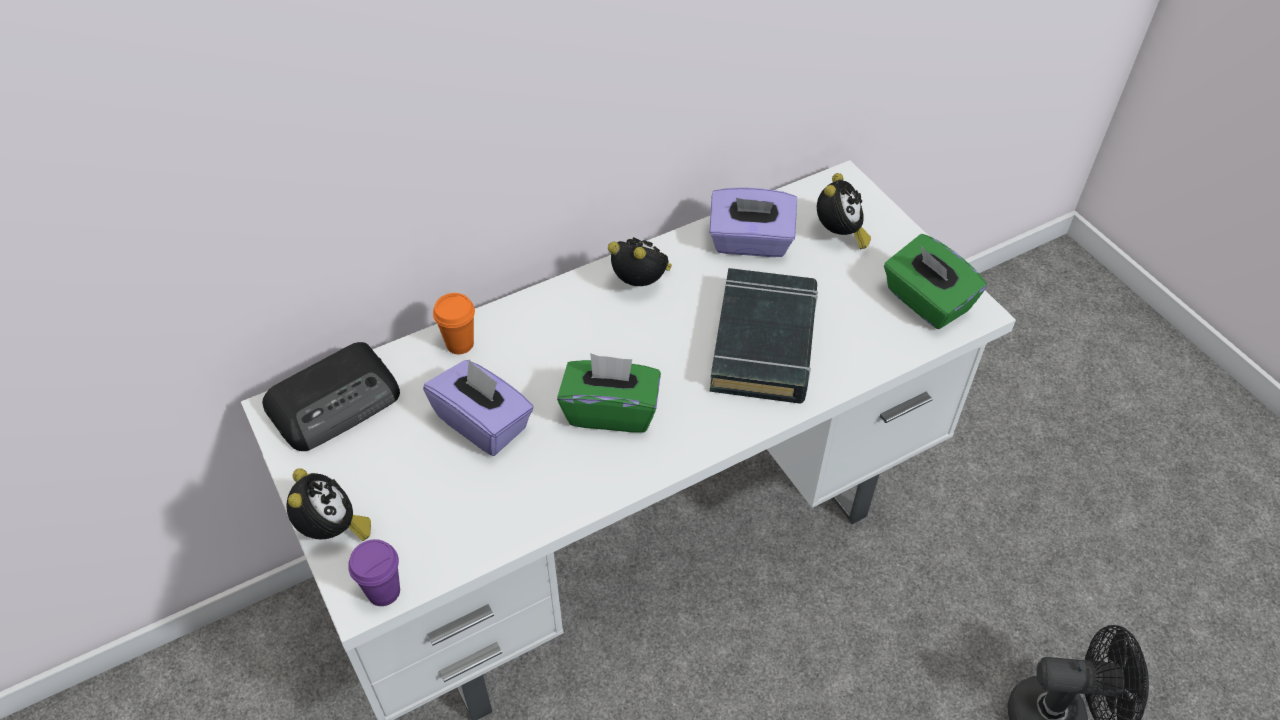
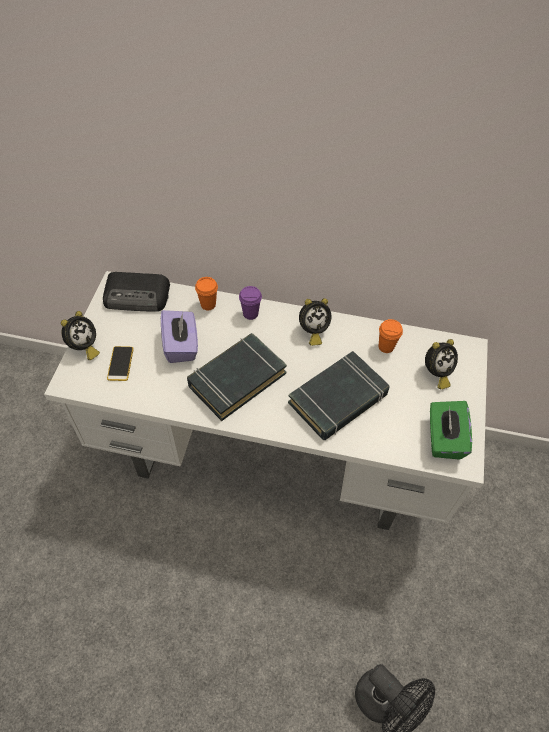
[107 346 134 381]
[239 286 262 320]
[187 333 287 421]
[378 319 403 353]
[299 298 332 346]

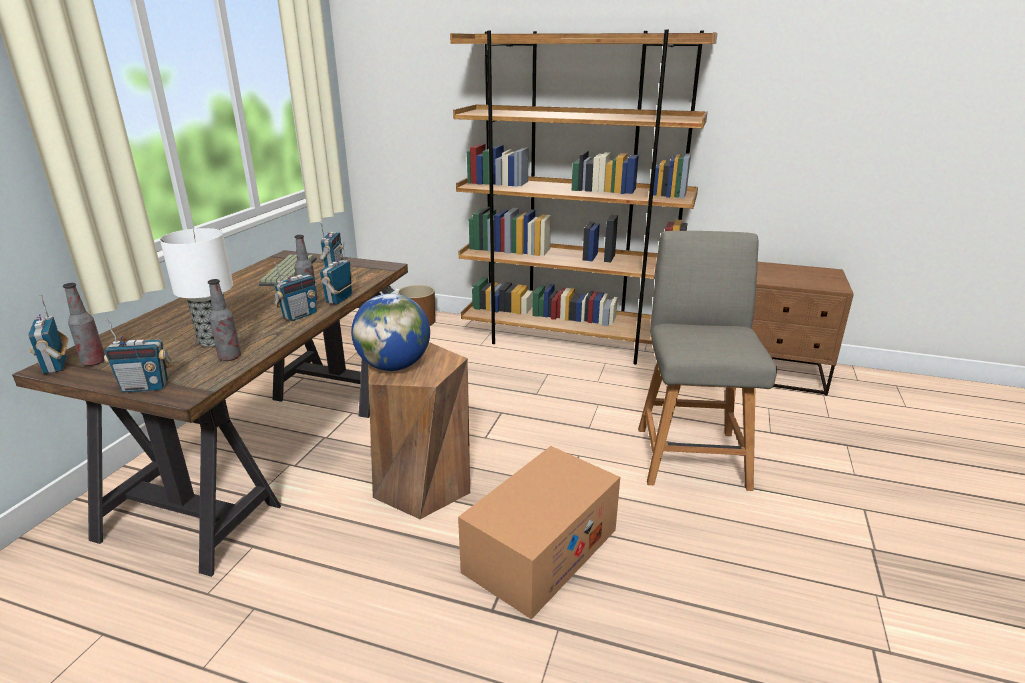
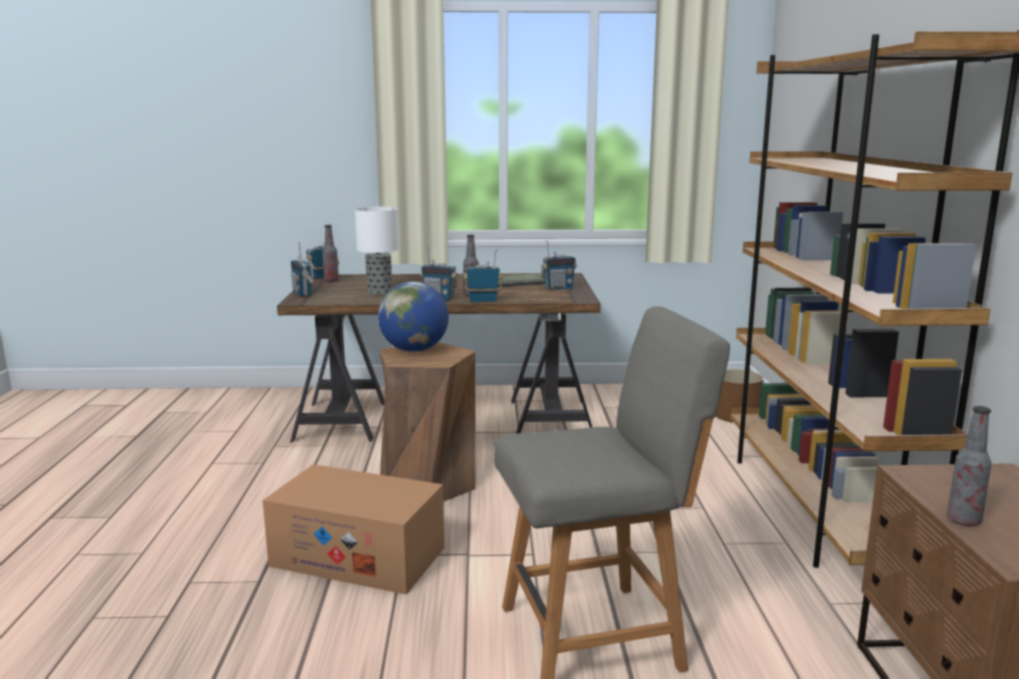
[947 406 991 526]

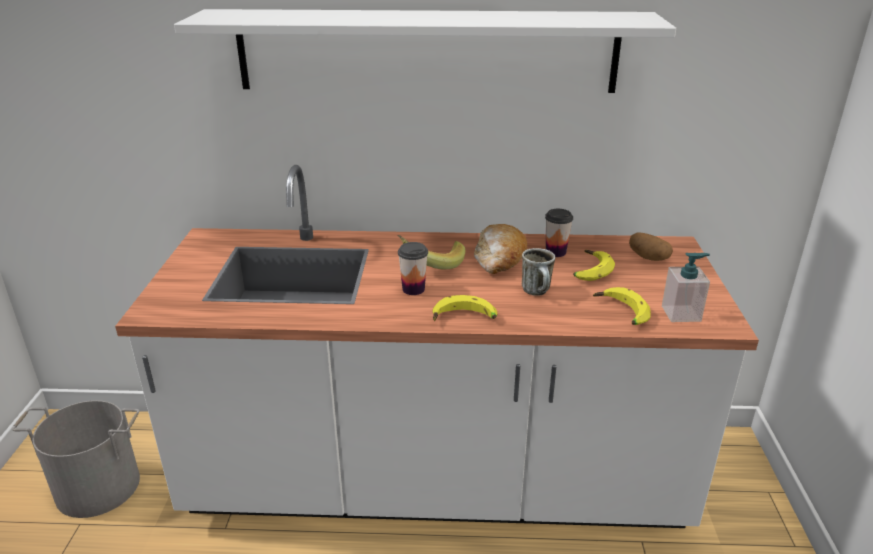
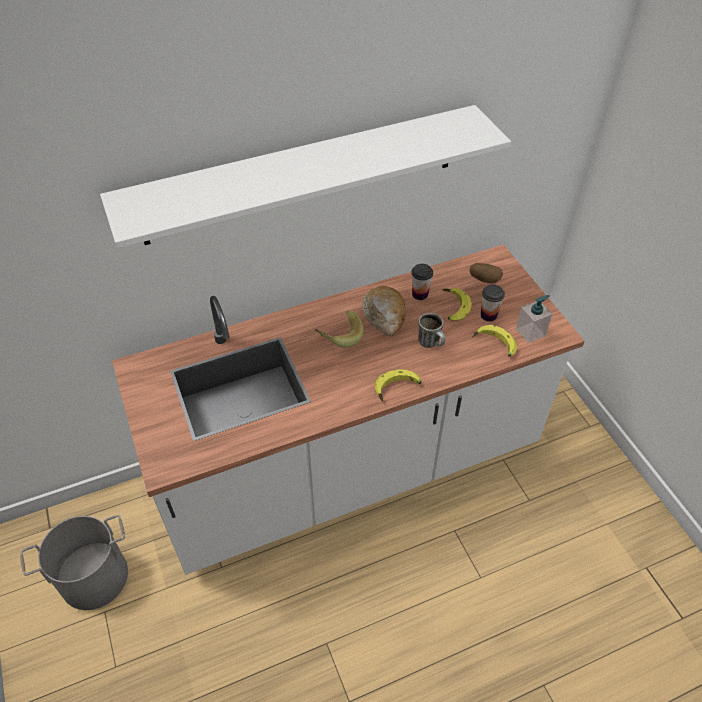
[481 284 505 322]

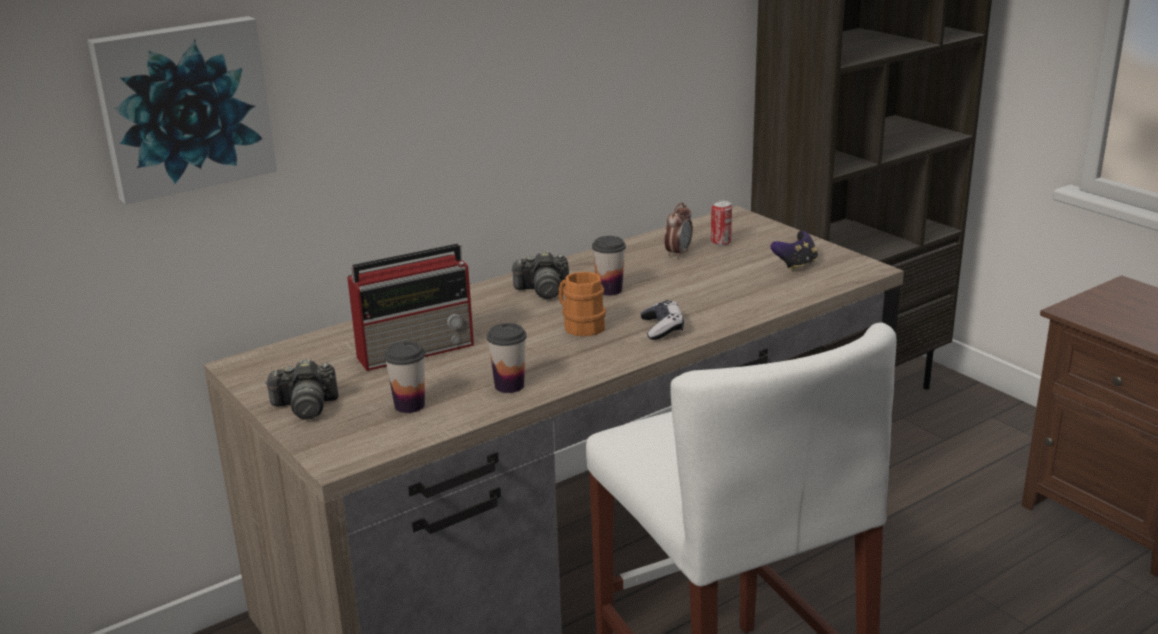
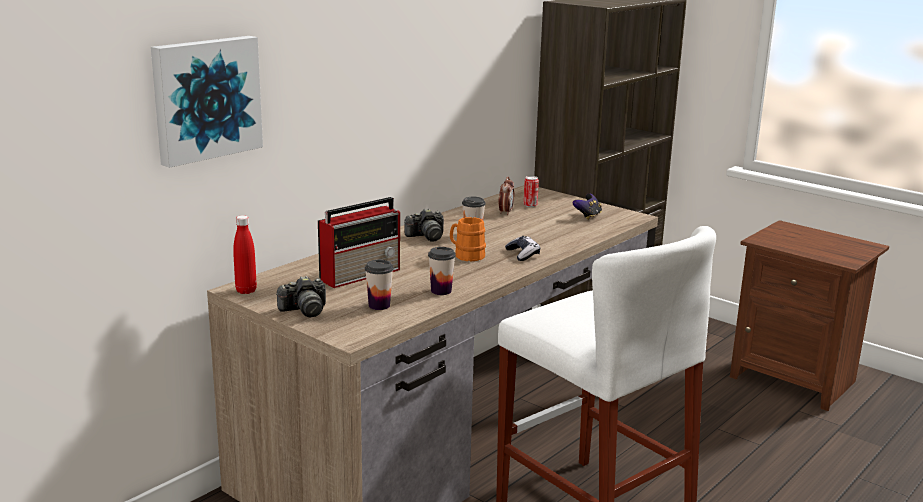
[233 215 257 294]

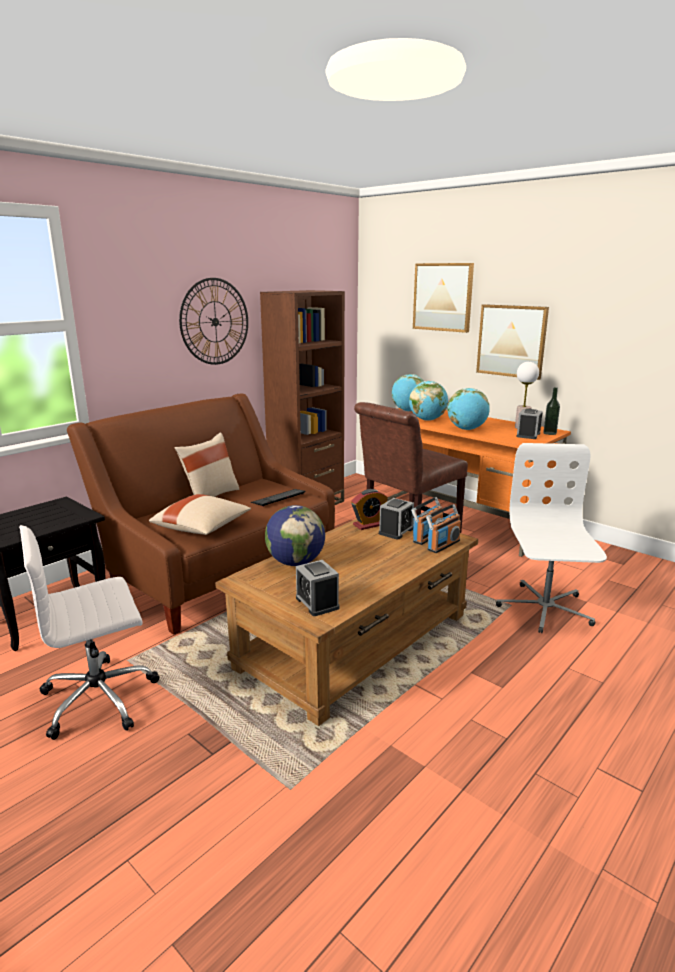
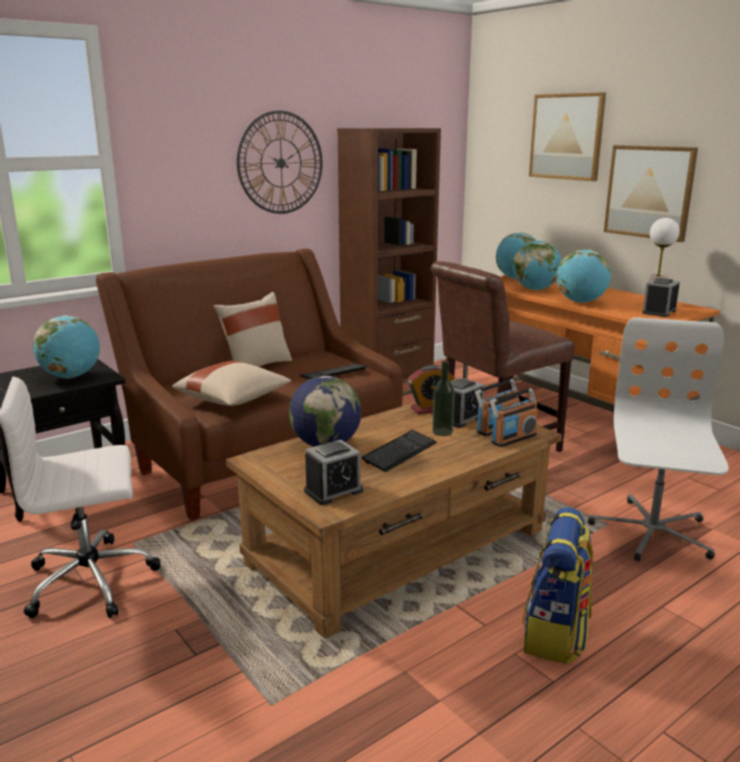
[33 315 100 378]
[361 430 437 472]
[522 507 593 665]
[432 360 455 436]
[304 440 363 505]

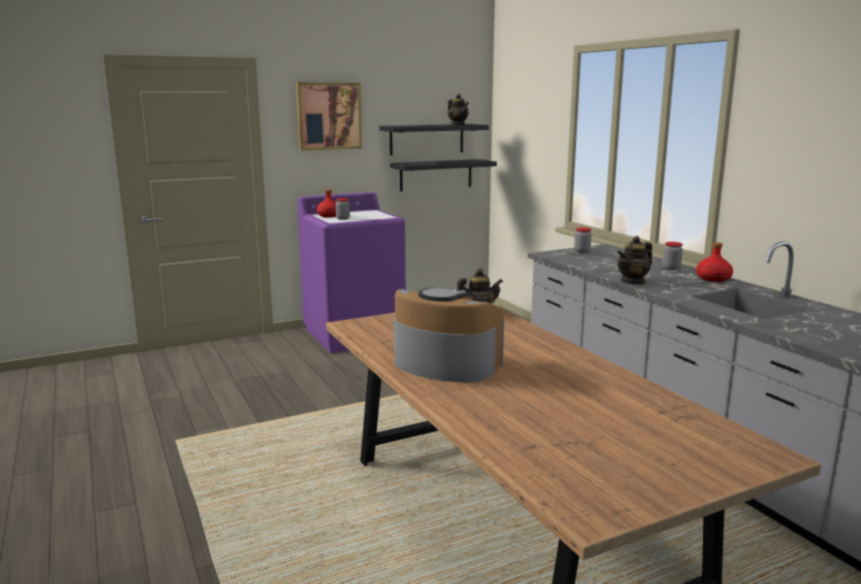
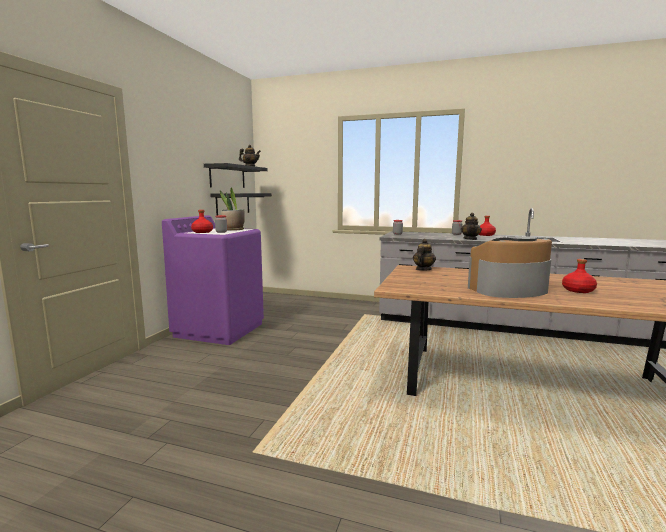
[296 82 362 151] (first image)
[220 187 245 231]
[562 259 597 293]

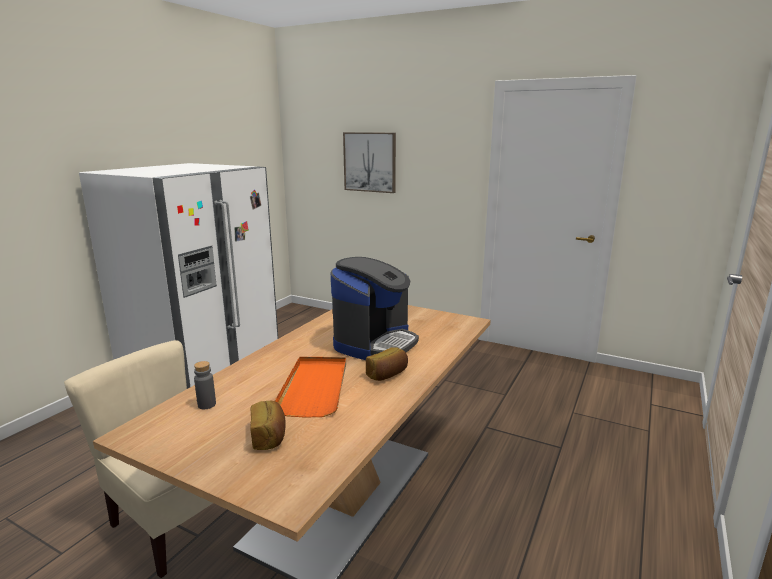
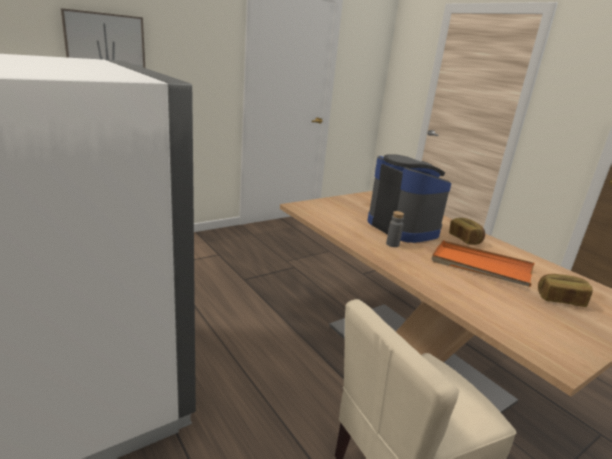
[386 211 404 247]

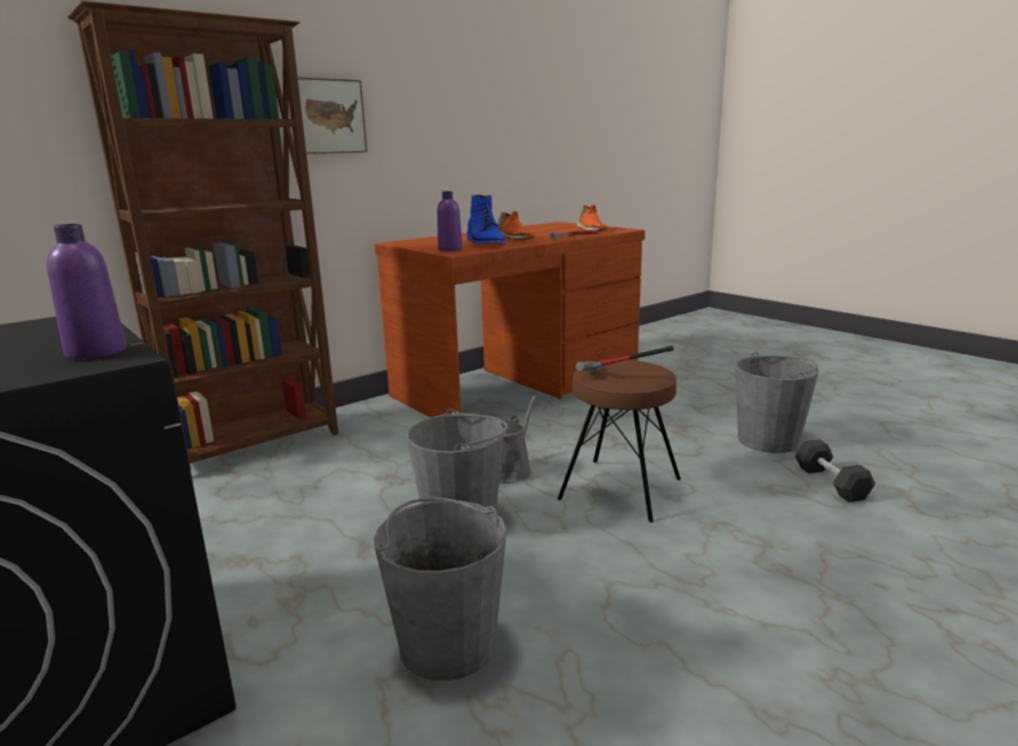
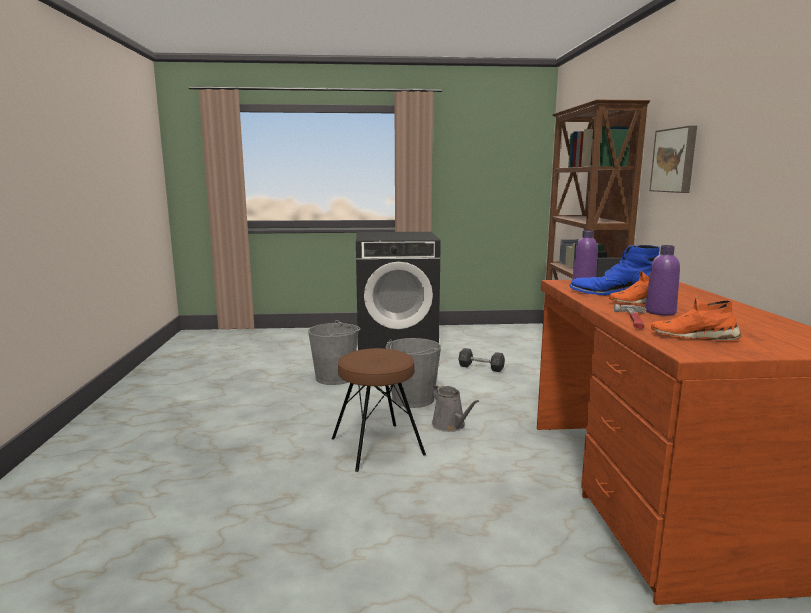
[576 346 674 371] (first image)
[735 352 819 453] (first image)
[645 245 680 315]
[458 348 505 372]

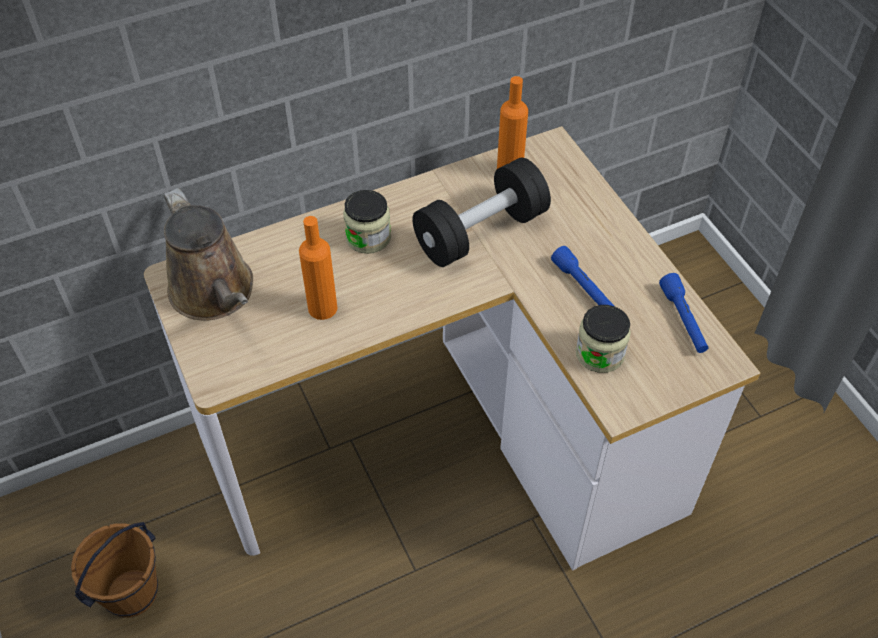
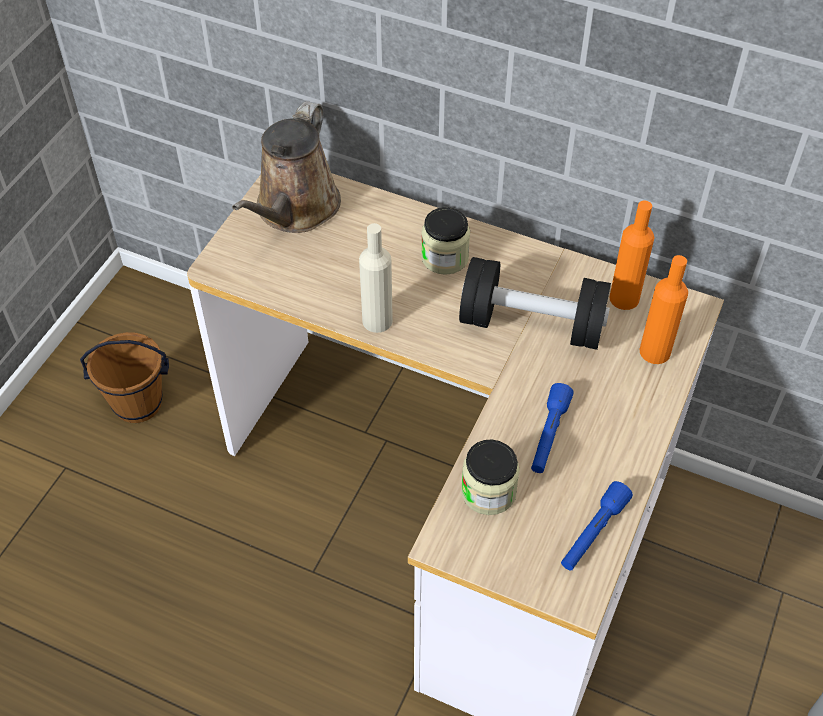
[359 223 393 333]
[640 255 688 364]

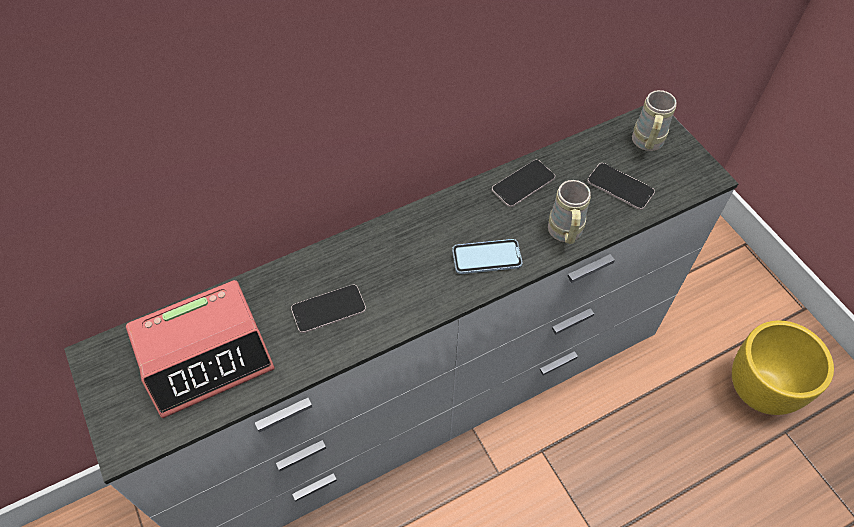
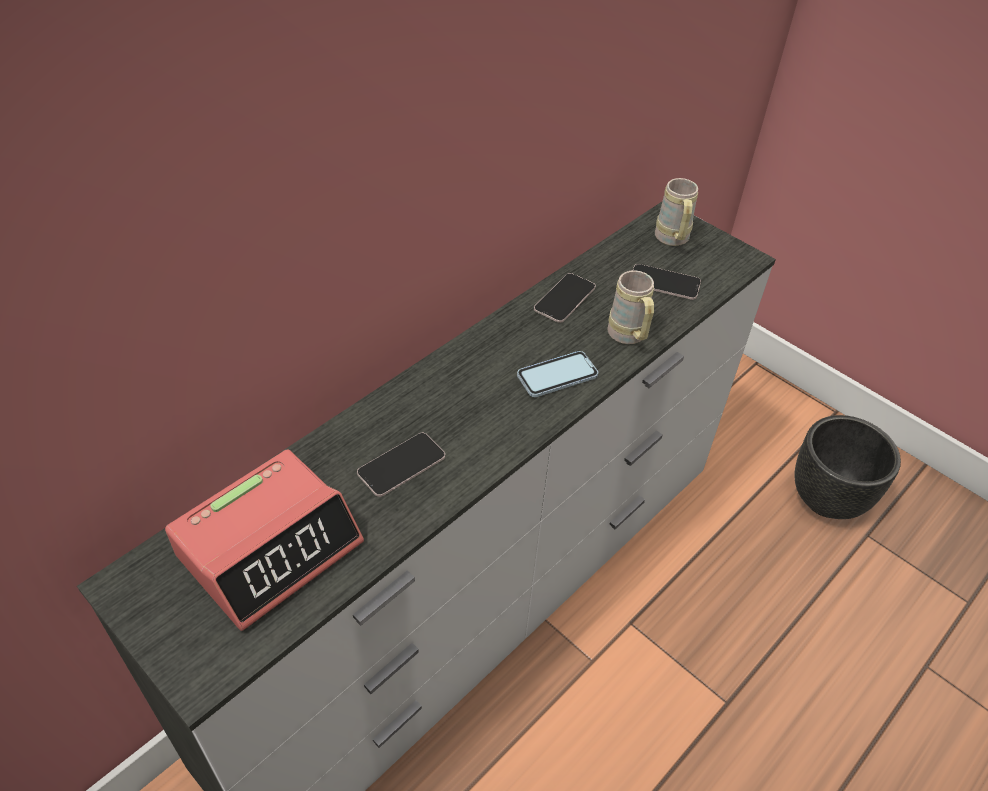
[795 415 901 519]

